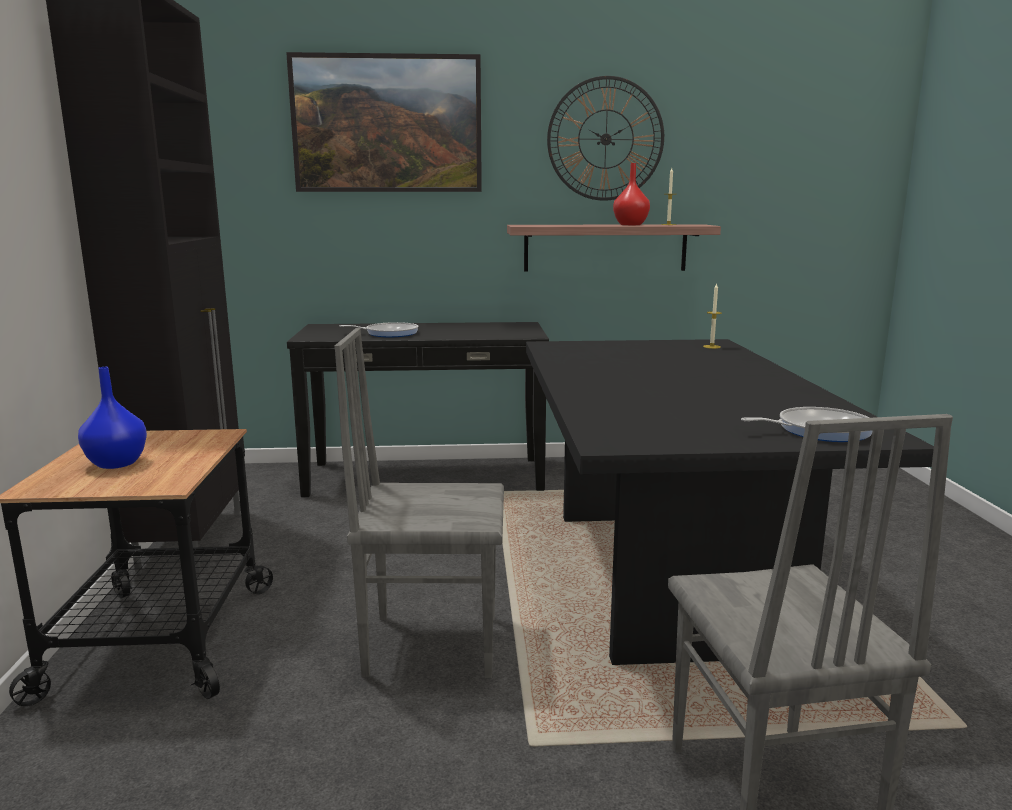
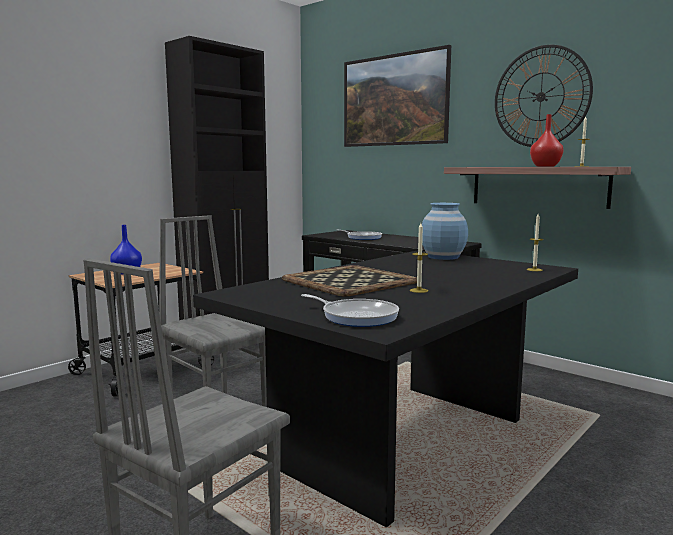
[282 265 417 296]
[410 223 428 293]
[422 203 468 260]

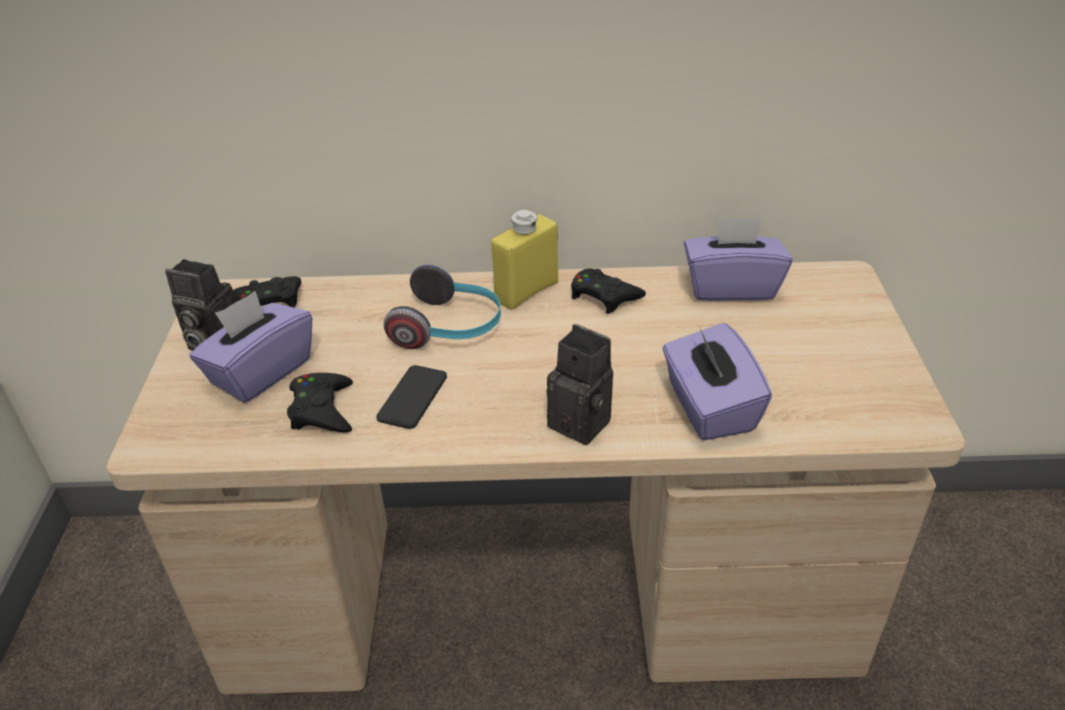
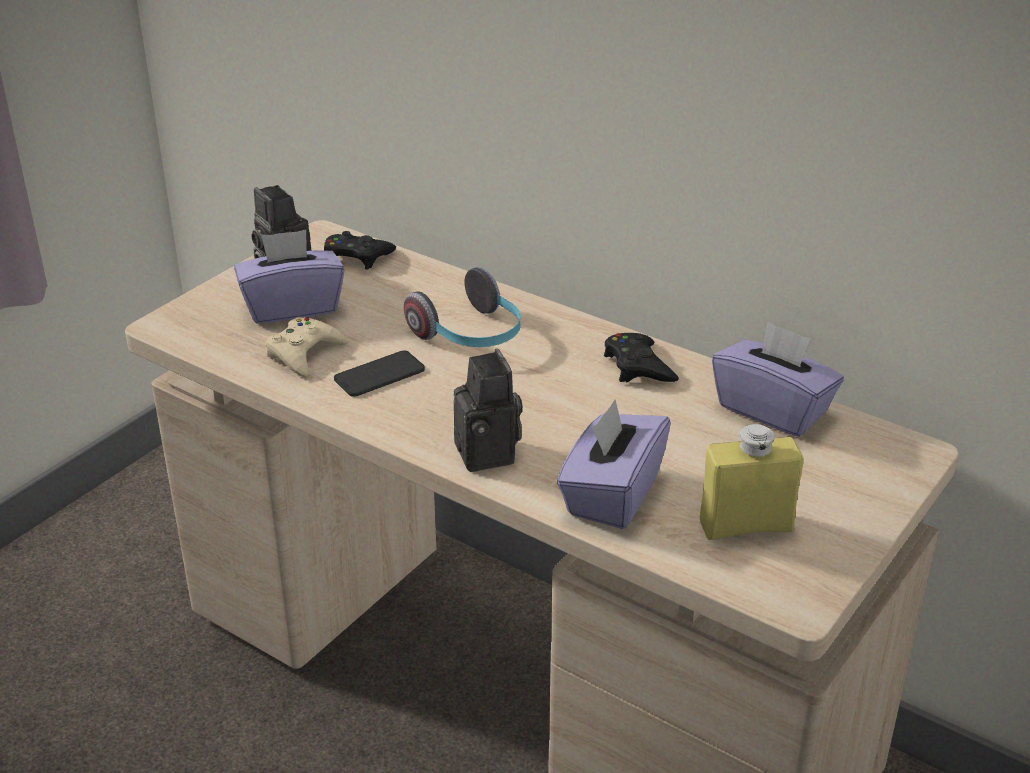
[700 424 803 540]
[265 317 348 378]

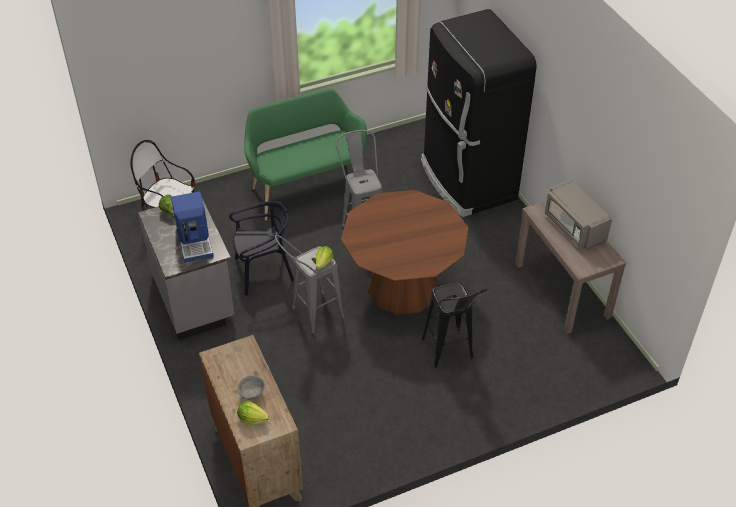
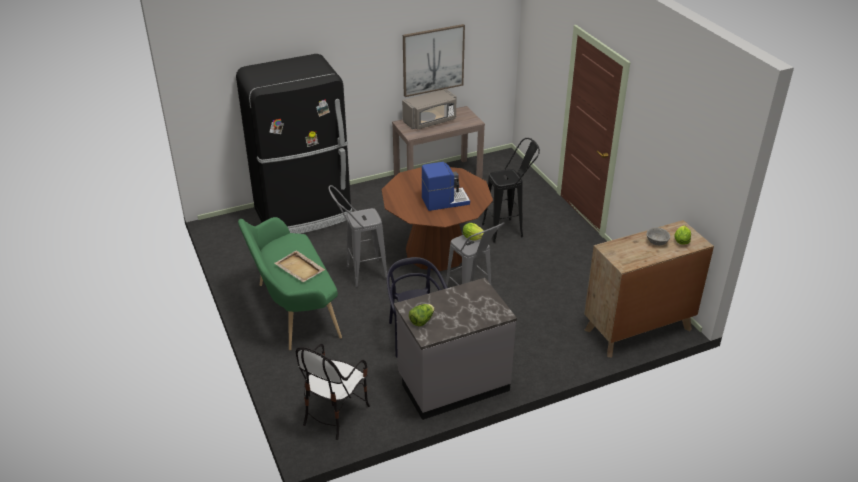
[274 251 325 282]
[403 24 465 97]
[421 162 470 211]

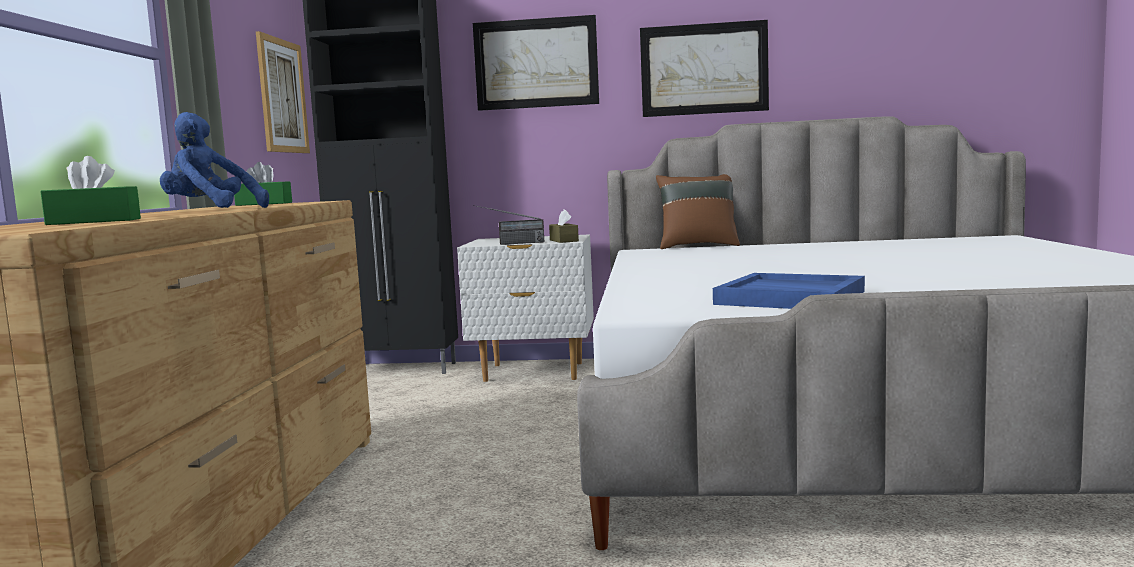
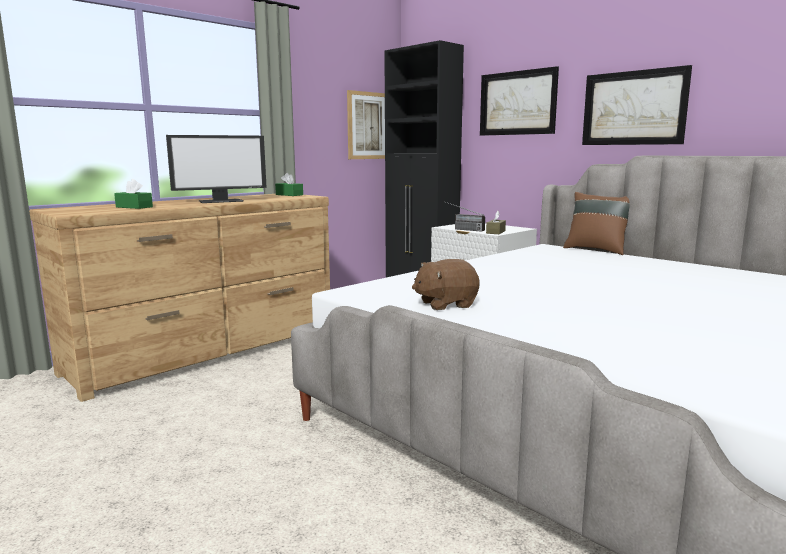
[166 135 267 203]
[412 259 480 310]

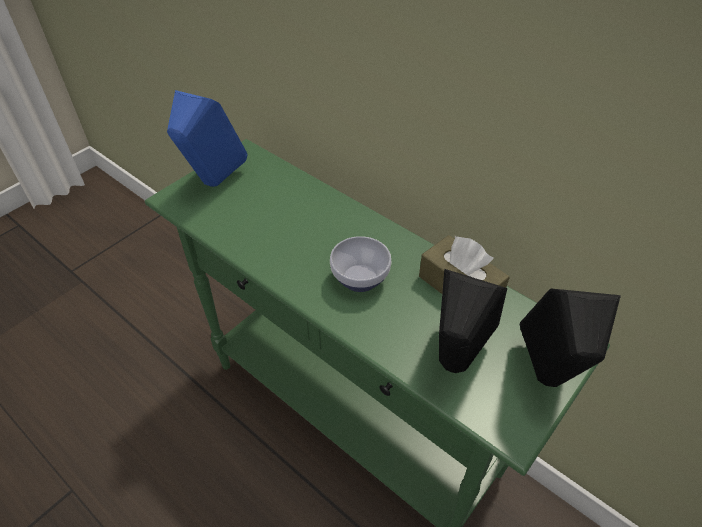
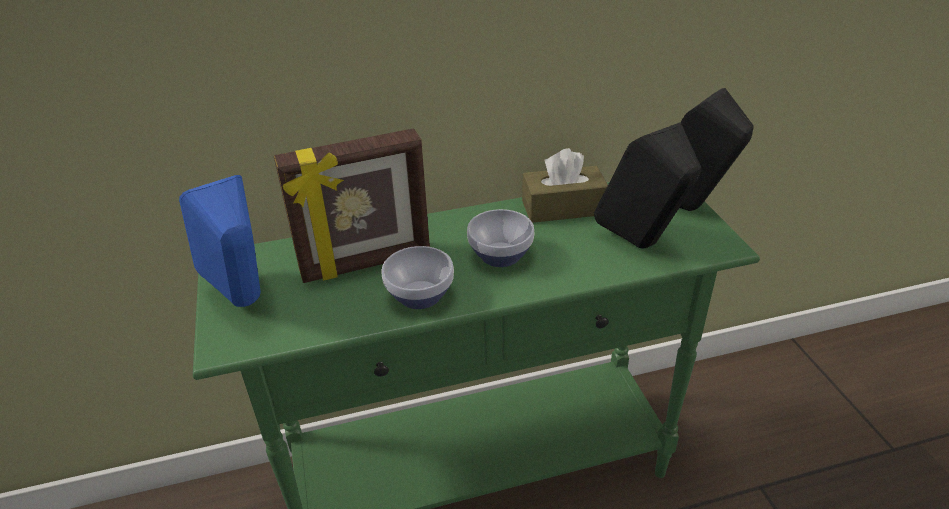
[274 128 430 283]
[382 246 454 309]

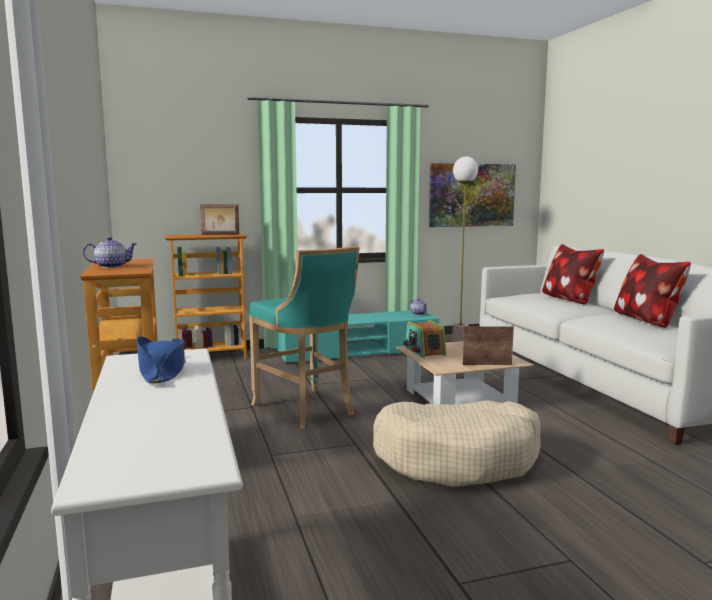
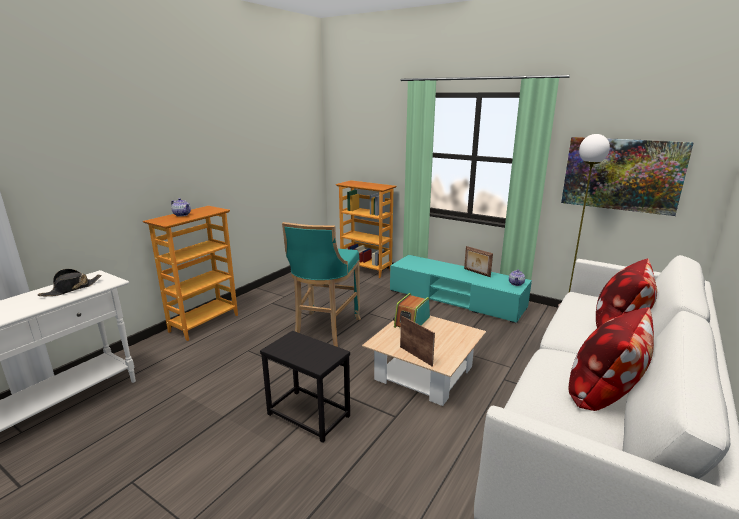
[464 246 493 277]
[260 331 350 443]
[38 269 101 296]

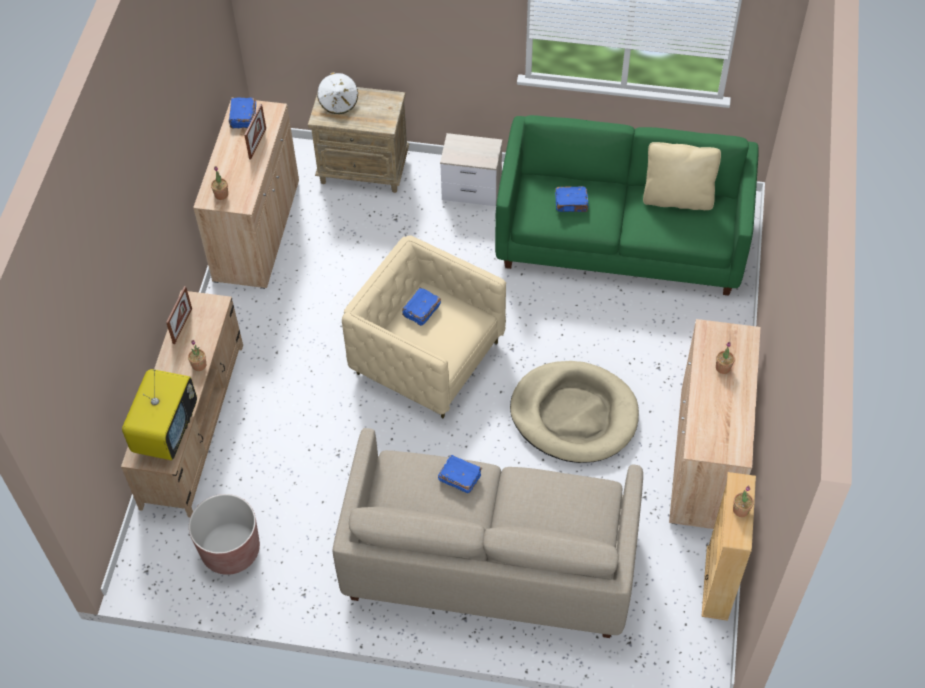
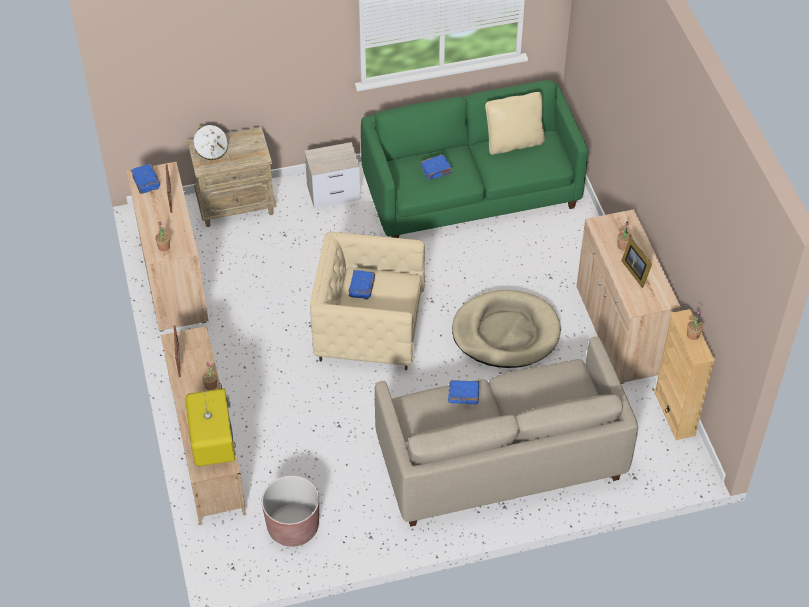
[621 237 652 288]

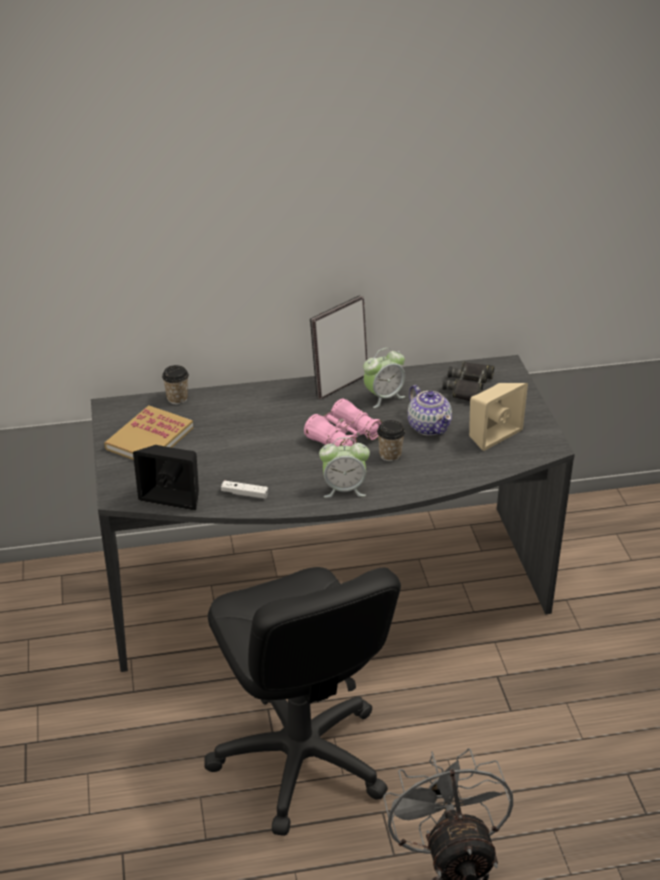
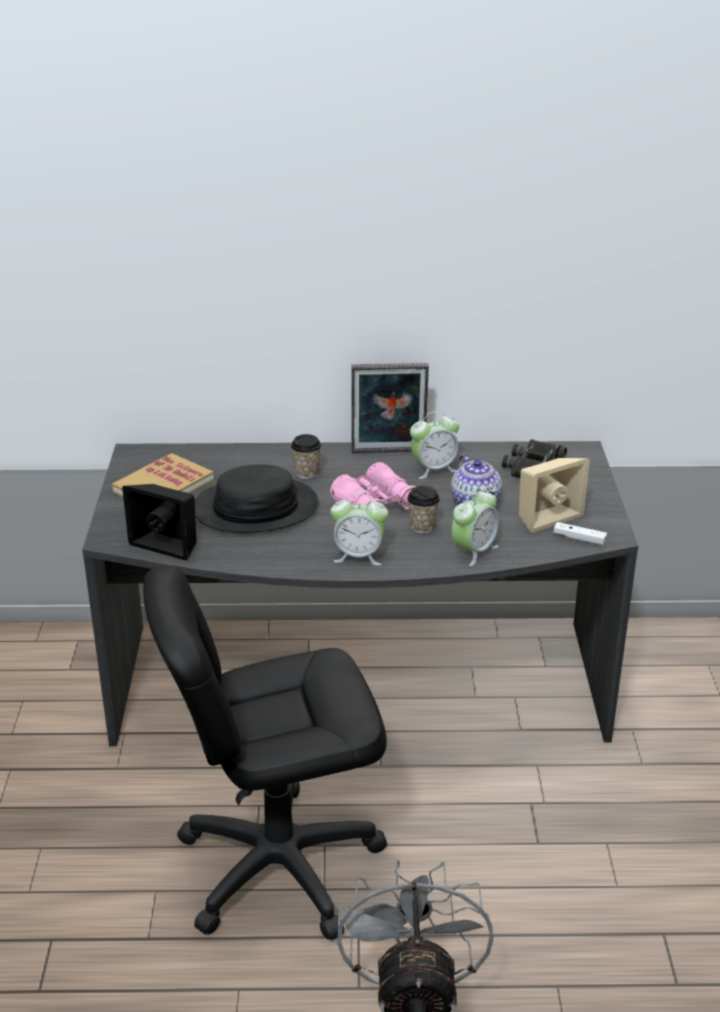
[195 464 319 533]
[452 488 499 566]
[291 434 321 479]
[553 522 607 546]
[143 565 387 941]
[351 363 429 453]

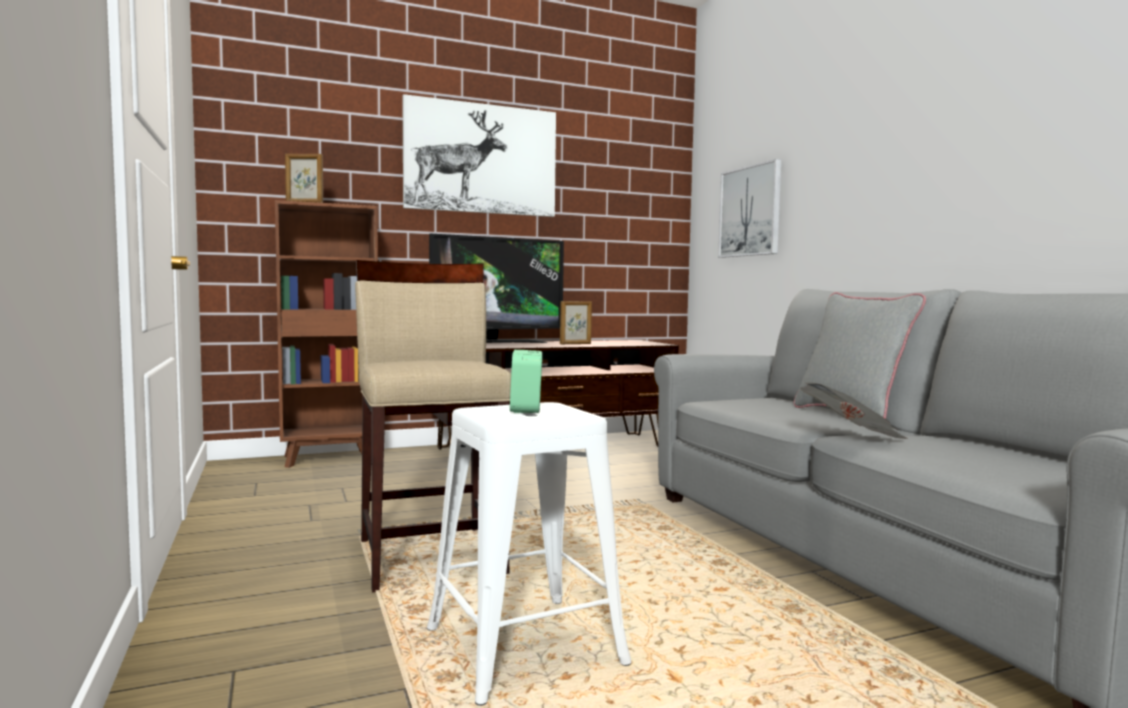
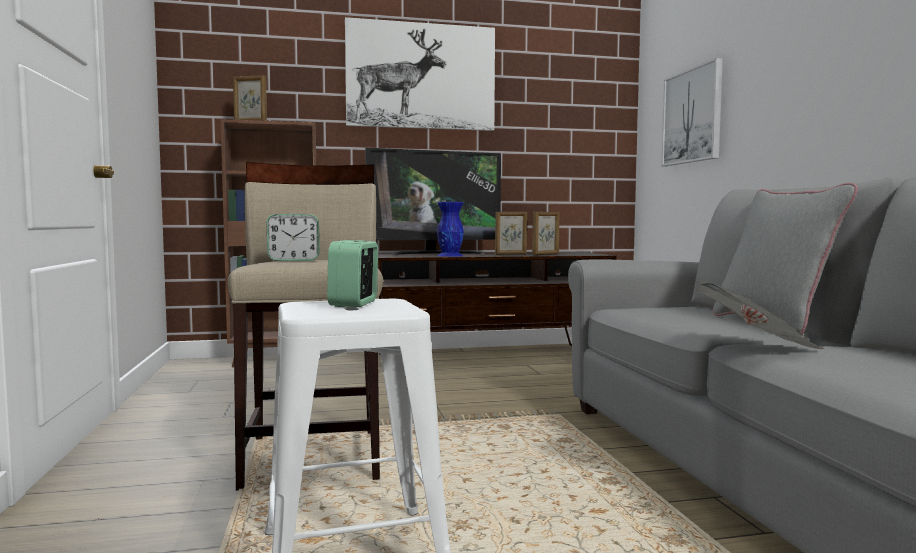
[267 214 320 261]
[437 202 464 257]
[532 212 560 255]

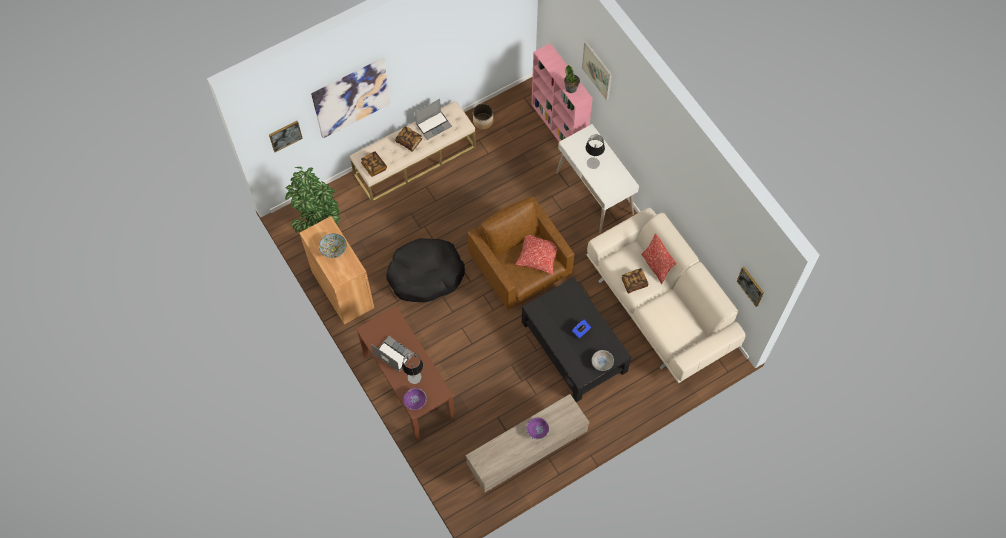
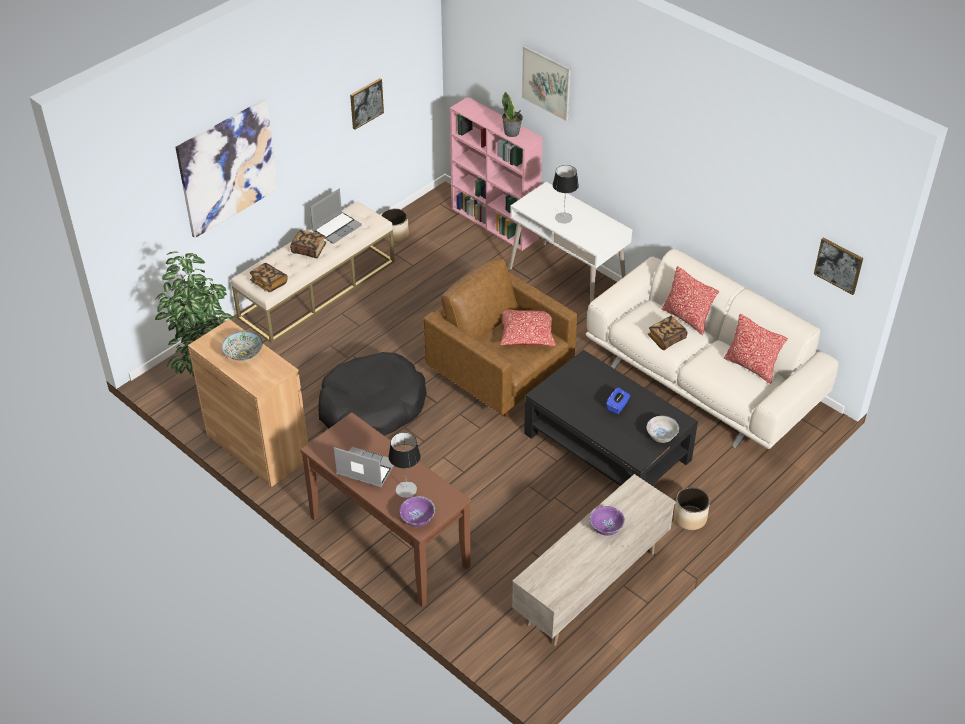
[674 487 710 530]
[724 314 788 384]
[350 78 384 130]

